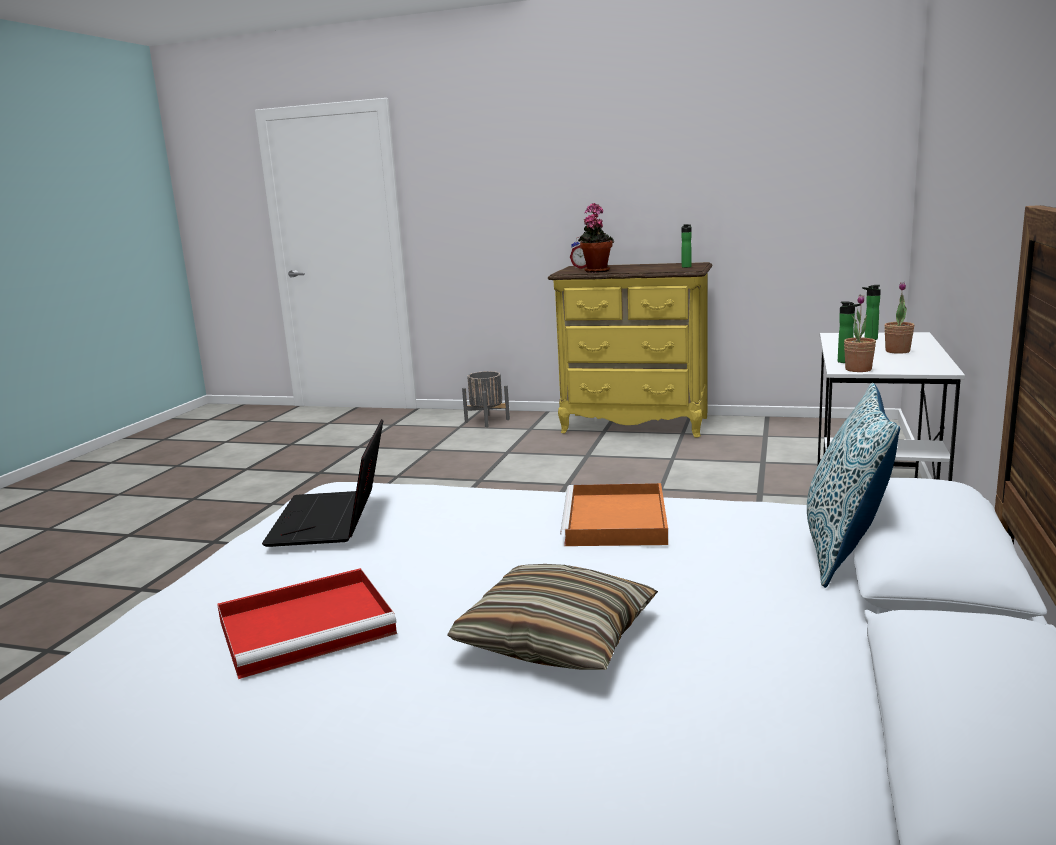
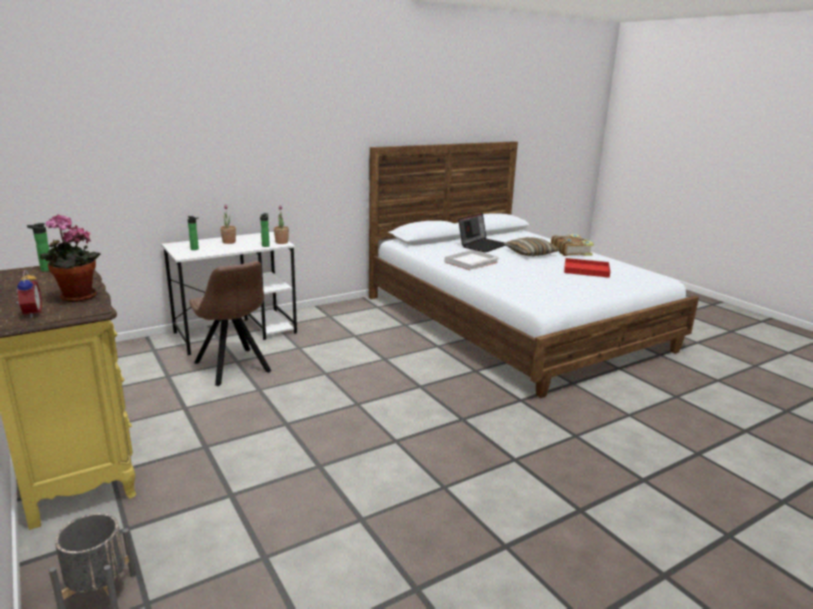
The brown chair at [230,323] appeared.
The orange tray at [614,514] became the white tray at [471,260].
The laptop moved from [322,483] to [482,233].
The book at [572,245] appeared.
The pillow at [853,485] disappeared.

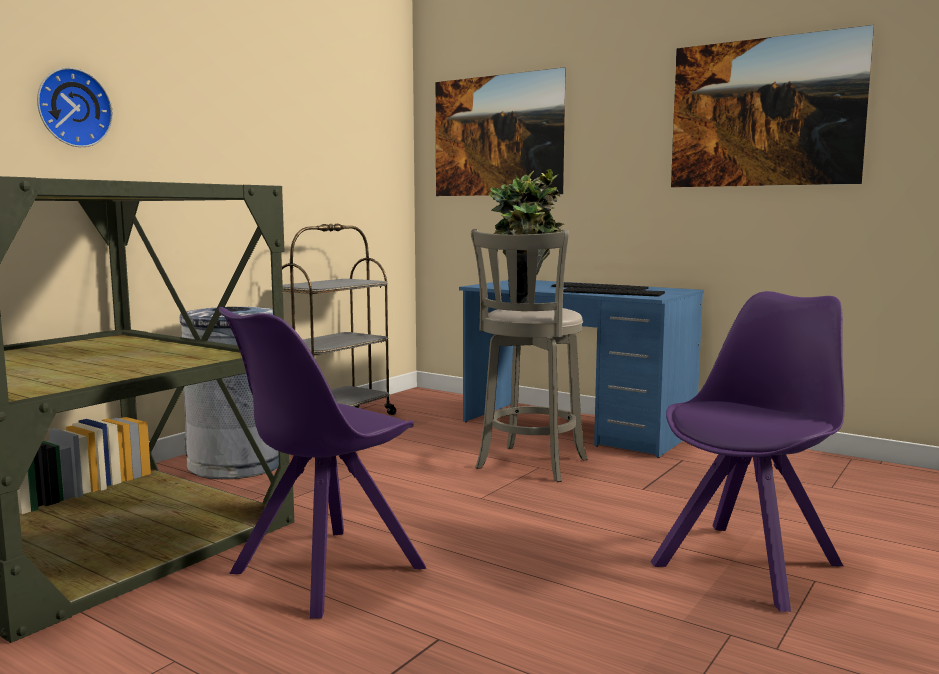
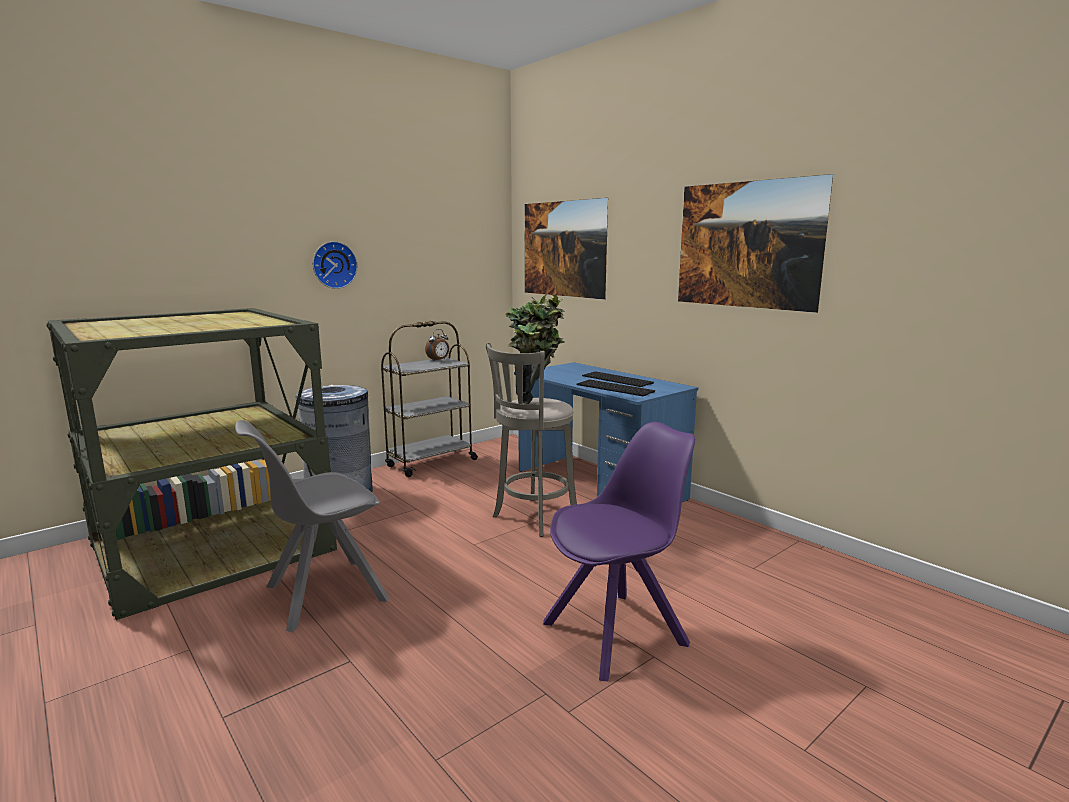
The purple chair at [322,463] became the grey chair at [312,526].
The wall clock moved from [75,107] to [335,265].
The alarm clock at [437,345] appeared.

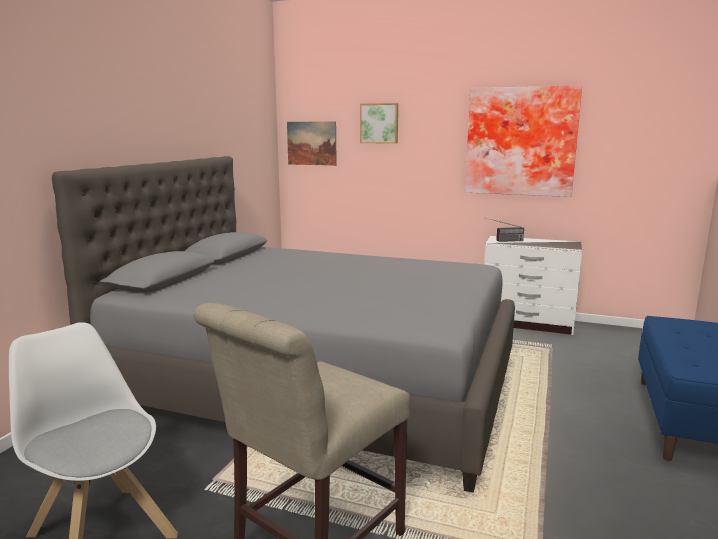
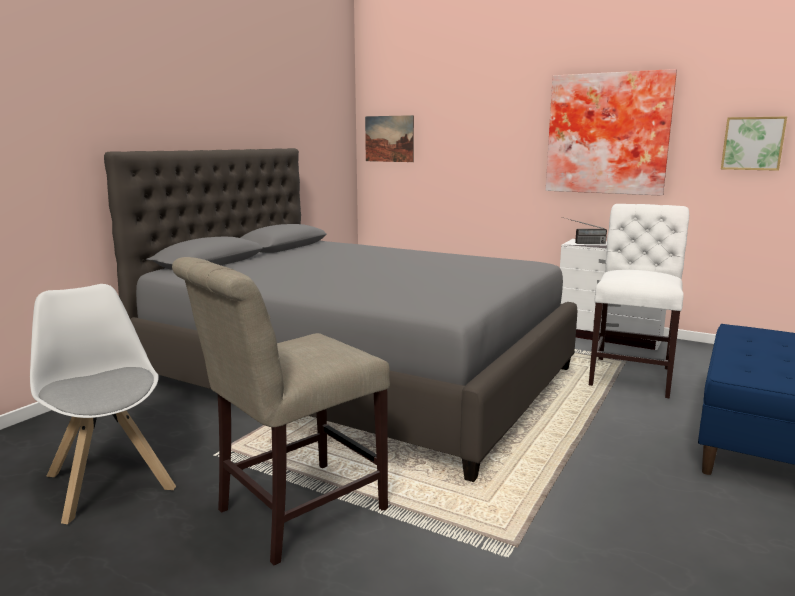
The white chair at [639,301] appeared.
The picture moved from [379,123] to [754,144].

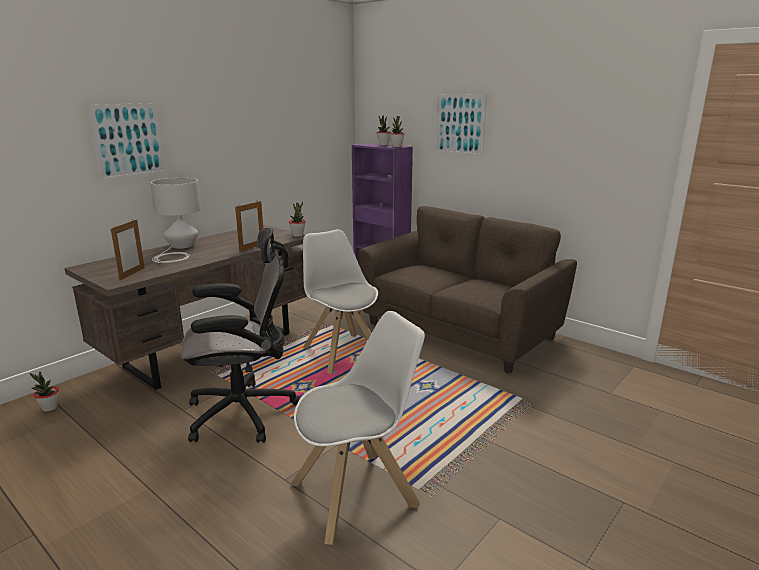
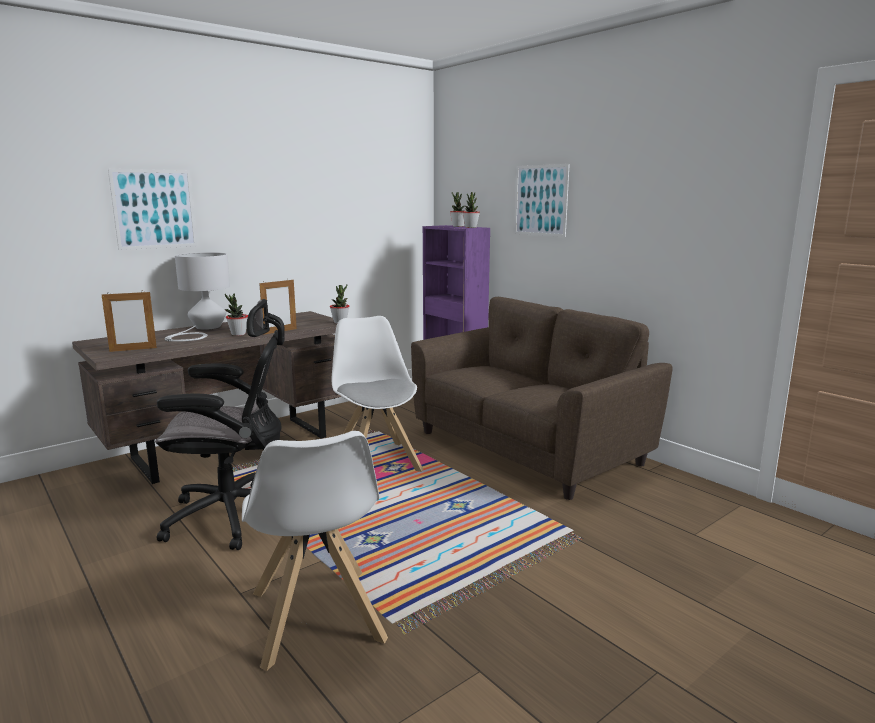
The picture frame at [128,249] turned 45 degrees clockwise.
The potted plant moved from [44,391] to [236,314].
The chair at [357,428] turned 90 degrees clockwise.

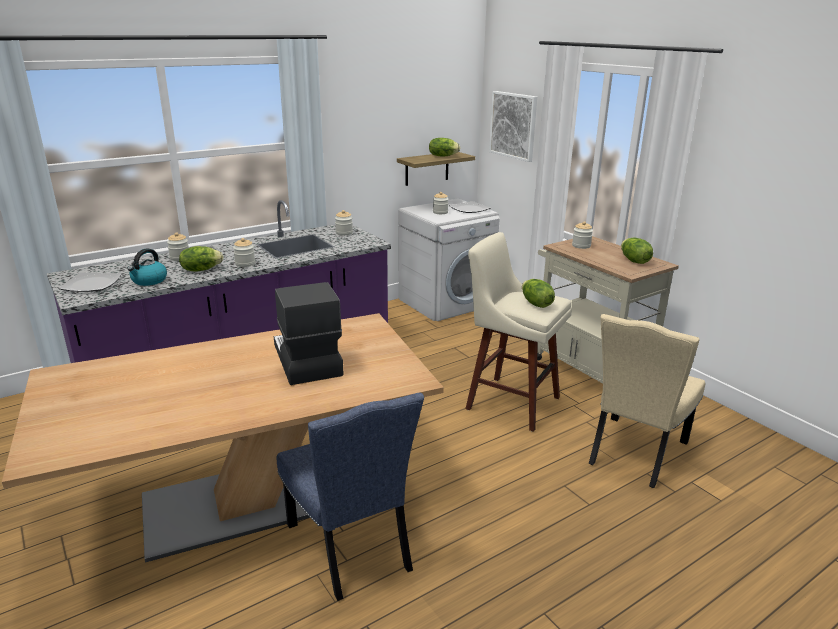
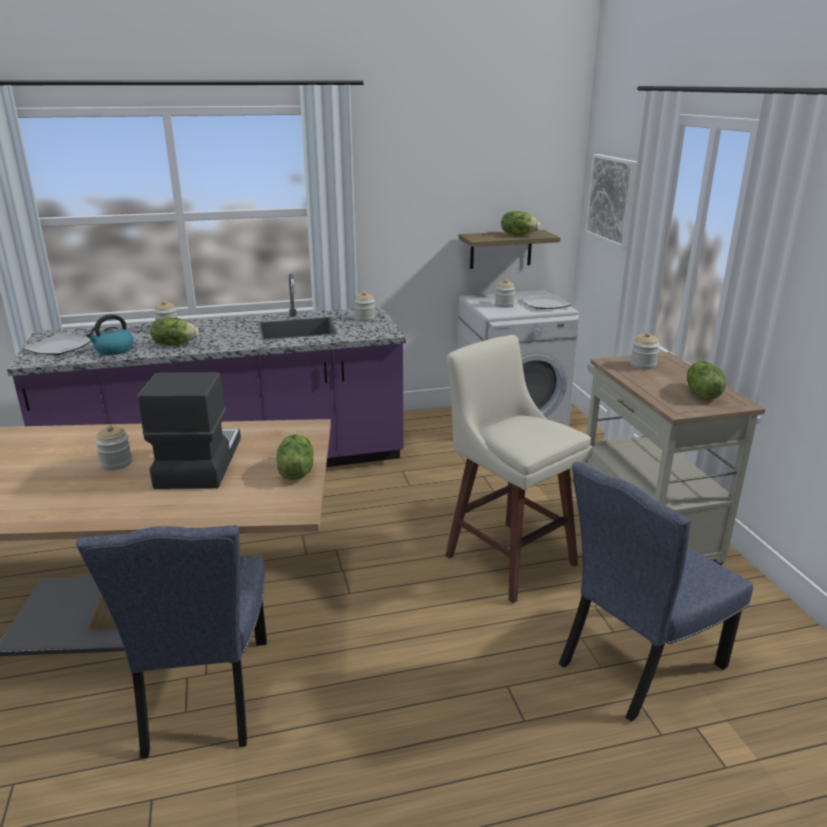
The jar moved from [244,252] to [113,447].
The lettuce moved from [538,293] to [294,457].
The beige chair at [647,401] became the blue chair at [656,592].

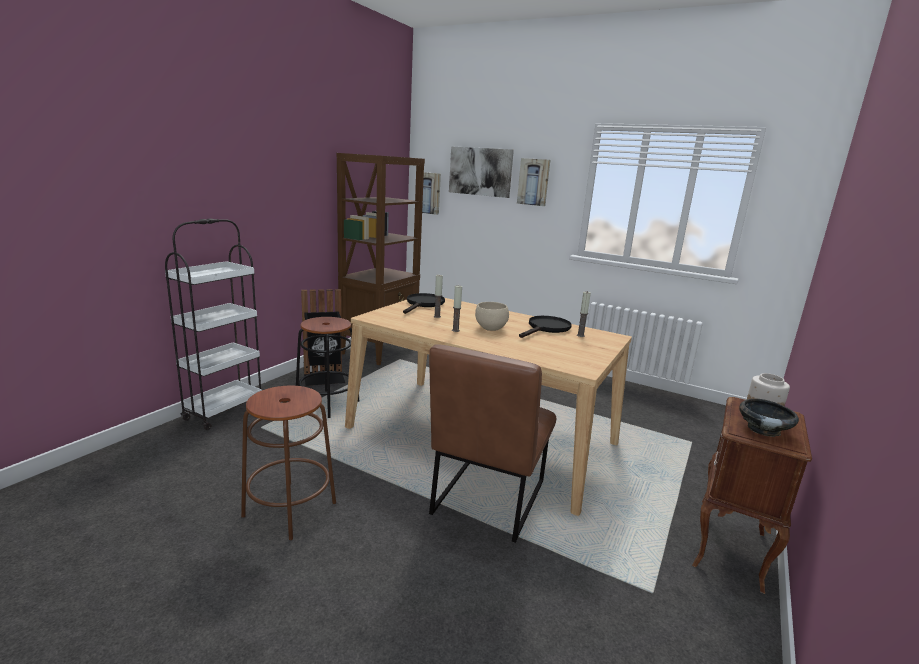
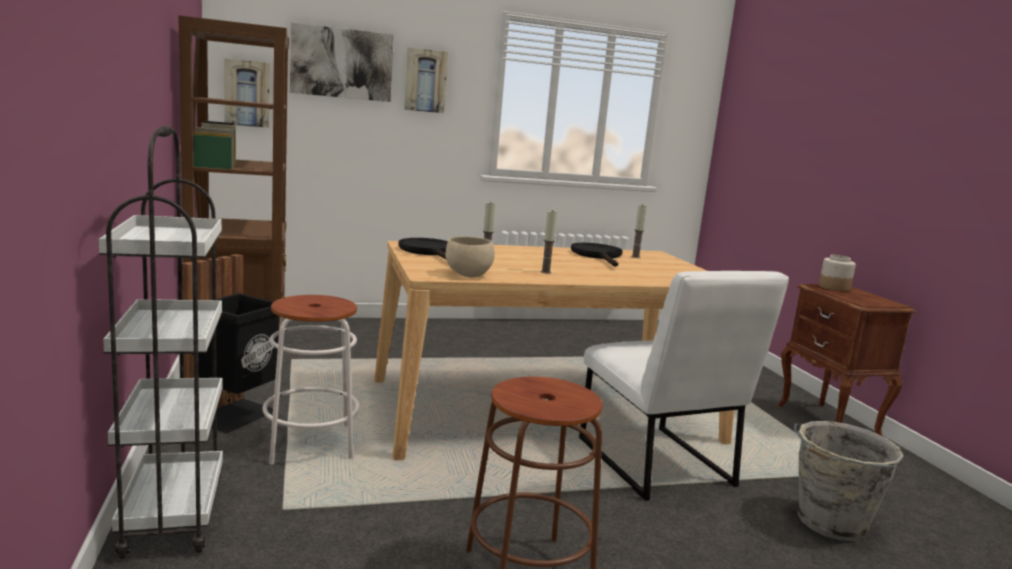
The black stool at [327,367] became the white stool at [311,380].
The beige bowl moved from [492,316] to [470,257].
The brown chair at [492,443] became the white chair at [684,386].
The grey bucket at [849,481] appeared.
The black bowl at [769,418] disappeared.

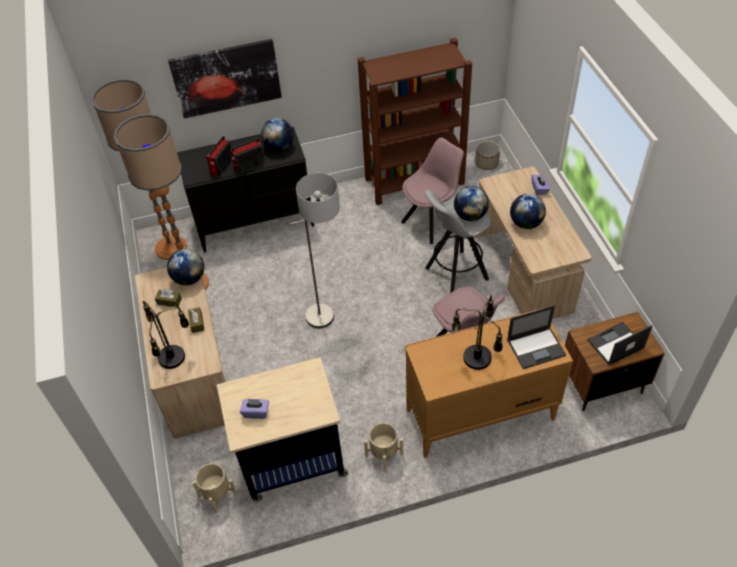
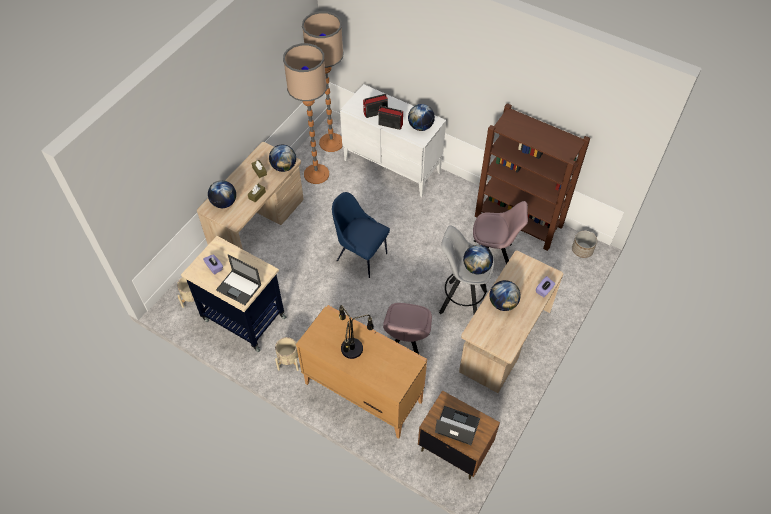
The table lamp at [166,335] was replaced by the globe at [222,194].
The laptop moved from [536,337] to [239,280].
The grey floor lamp at [315,250] was replaced by the blue chair at [361,235].
The black cabinet at [245,190] became the white cabinet at [393,140].
The picture at [225,79] disappeared.

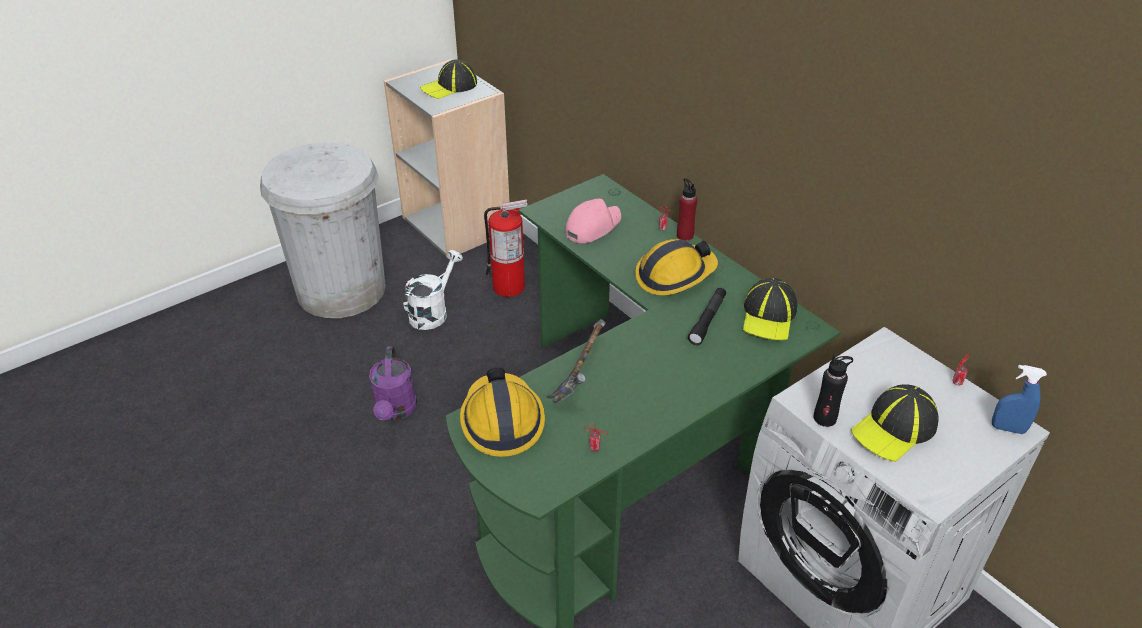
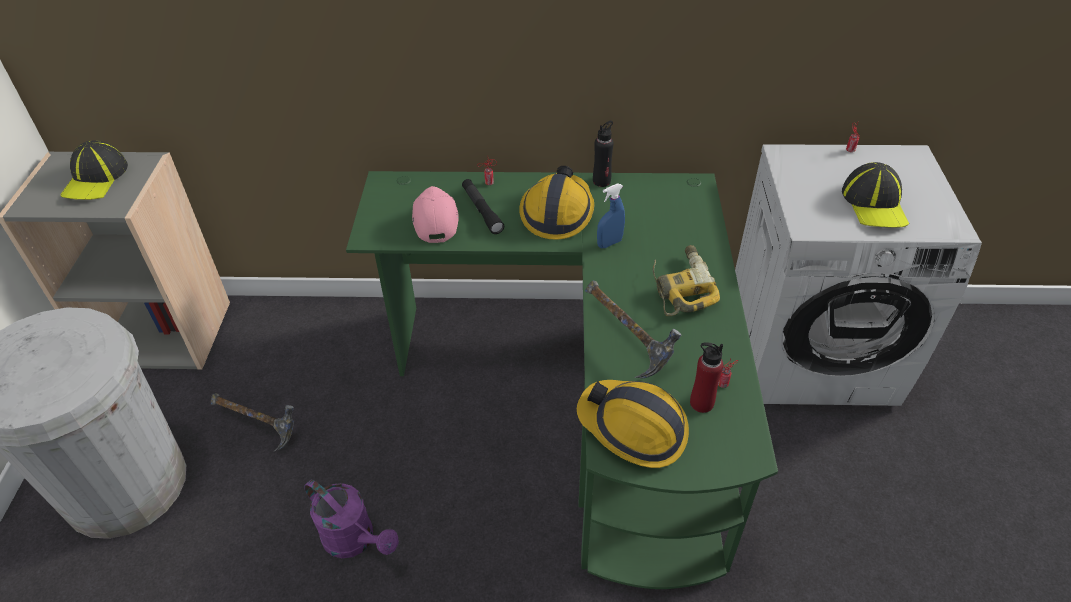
The white watering can at [433,290] was replaced by the hammer at [252,422].
The black flashlight moved from [707,316] to [483,206].
The black bottle moved from [833,391] to [603,153].
The blue spray bottle moved from [1019,399] to [611,215].
The power drill at [686,280] appeared.
The red bottle moved from [687,209] to [707,377].
The fire extinguisher at [506,248] disappeared.
The cap at [770,309] disappeared.

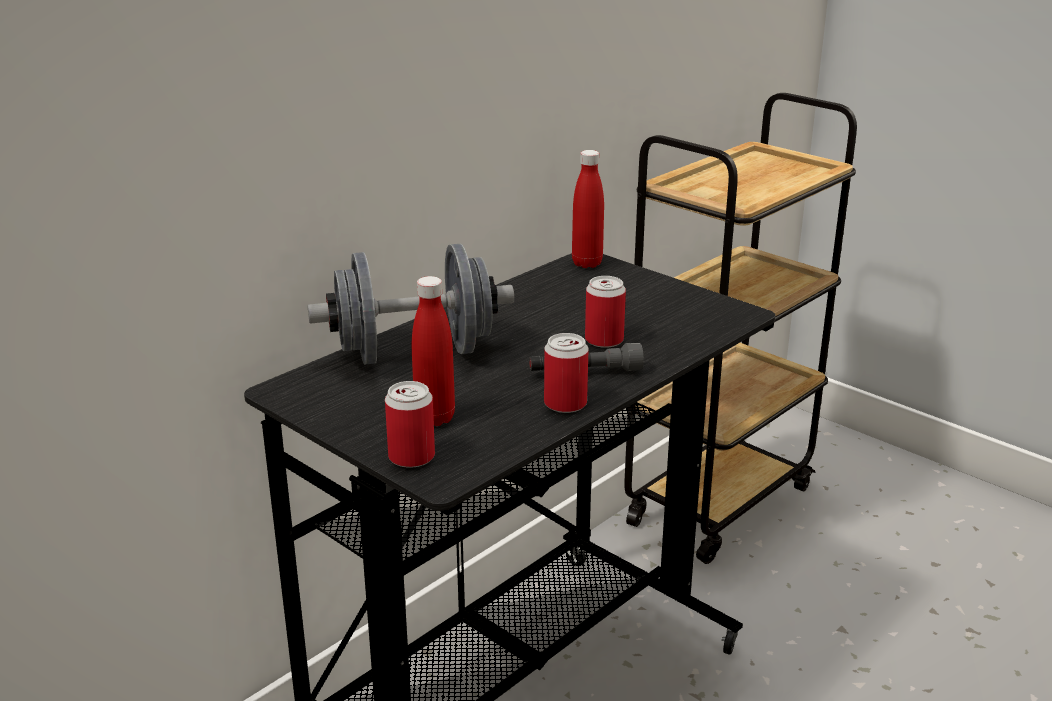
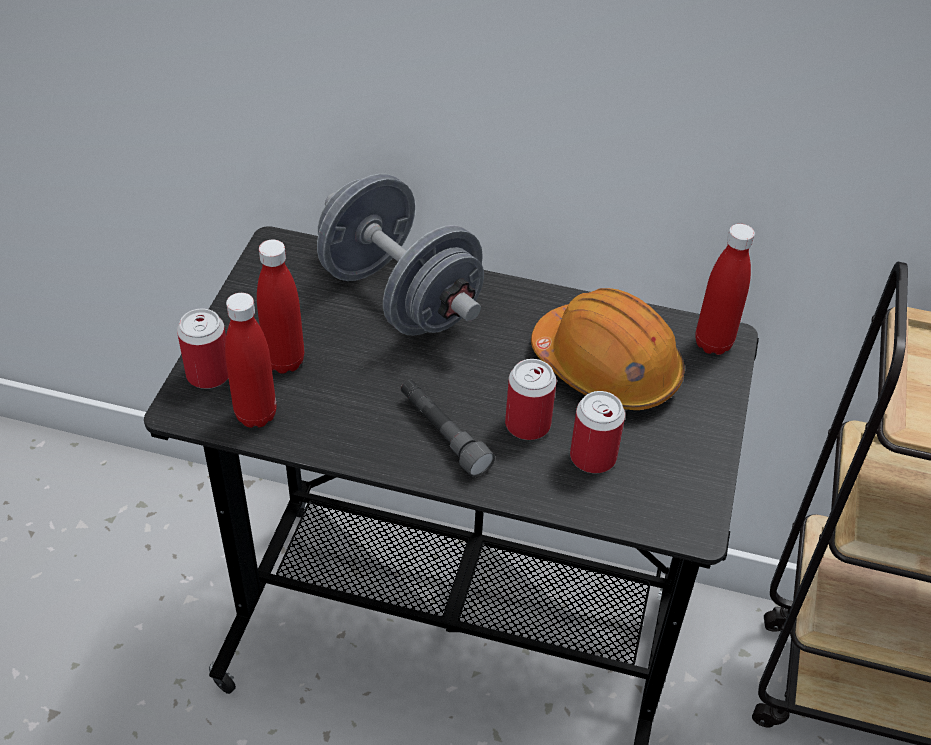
The red bottle at [250,360] appeared.
The orange hard hat at [608,349] appeared.
The can moved from [566,373] to [597,432].

